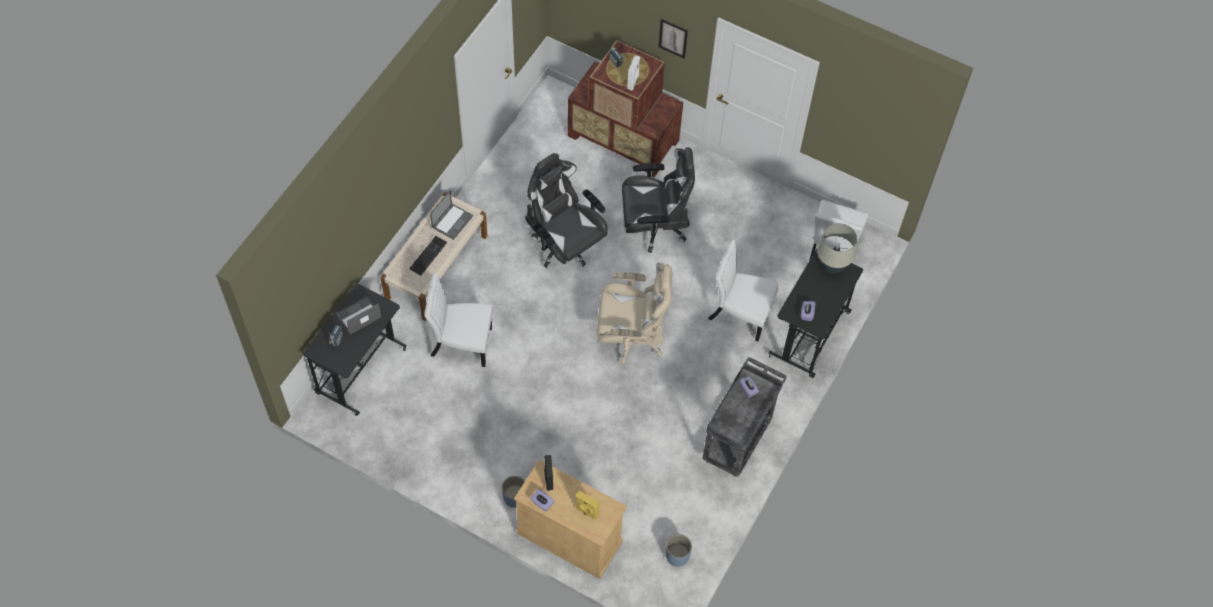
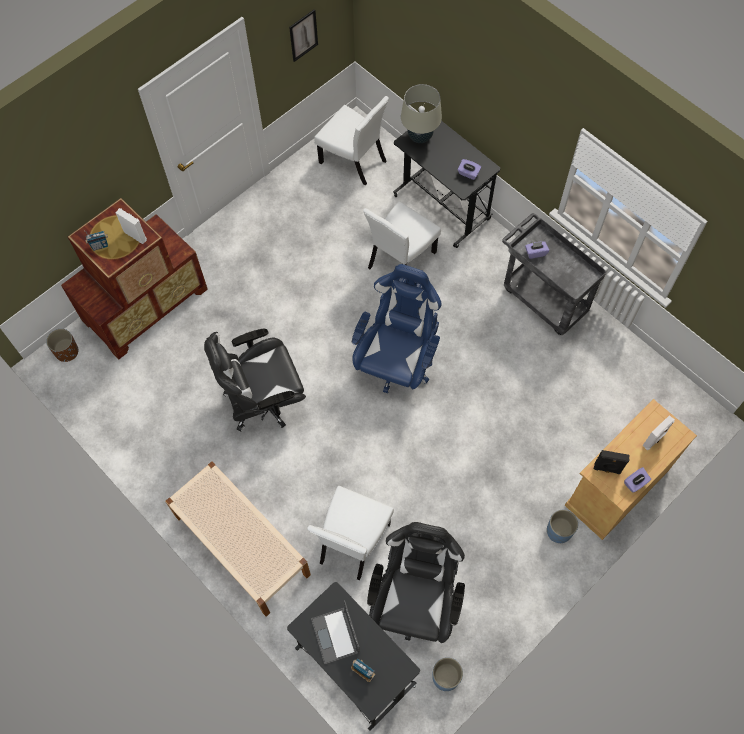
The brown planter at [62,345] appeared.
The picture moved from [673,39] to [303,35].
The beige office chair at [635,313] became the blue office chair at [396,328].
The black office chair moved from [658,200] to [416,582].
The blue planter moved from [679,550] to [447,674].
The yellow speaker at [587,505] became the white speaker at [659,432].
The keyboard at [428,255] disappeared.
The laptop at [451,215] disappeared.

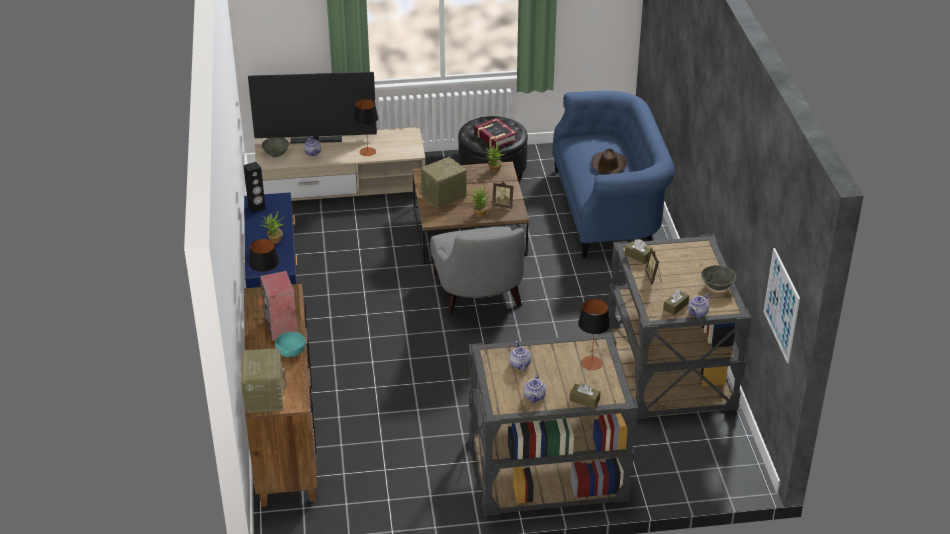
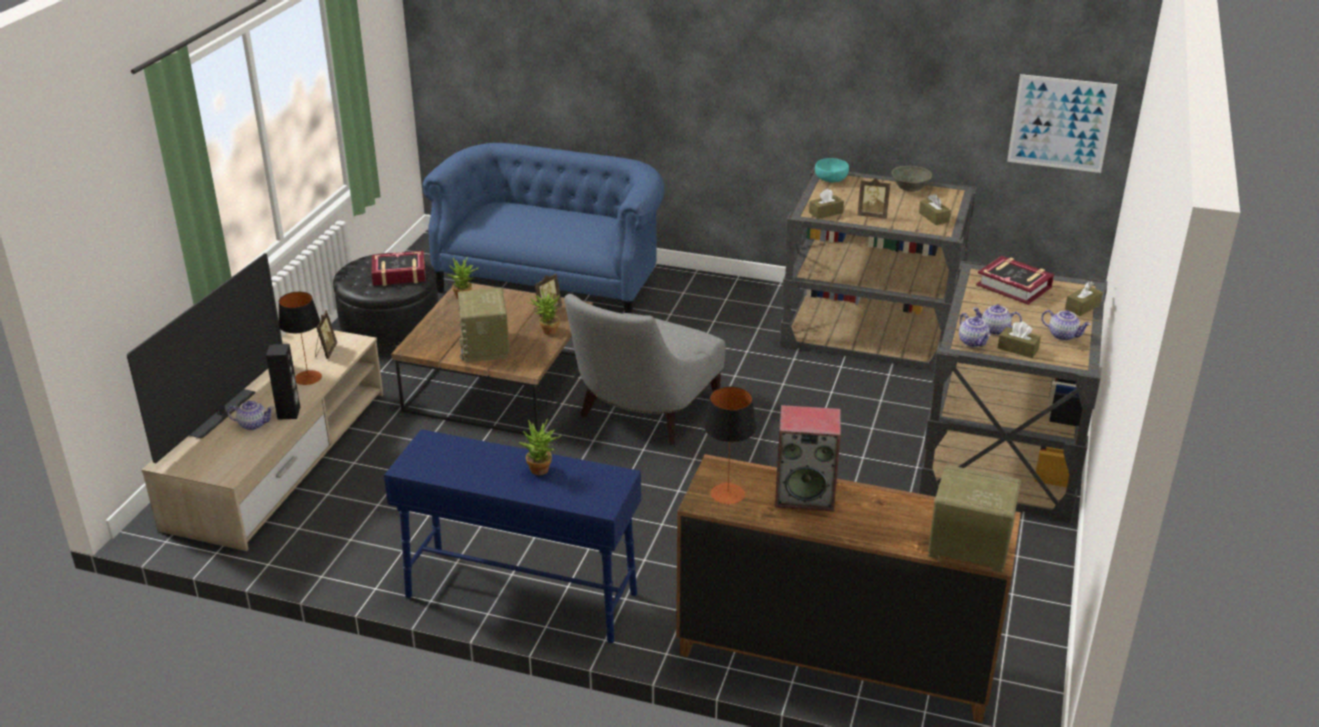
The black speaker moved from [254,187] to [283,382].
The picture frame at [326,335] appeared.
The grey armchair at [477,271] turned 105 degrees clockwise.
The turquoise bowl moved from [290,344] to [832,170].
The teapot moved from [699,305] to [975,330].
The table lamp at [594,334] was replaced by the book at [1015,280].
The brown tissue box at [1019,340] appeared.
The grey bowl at [275,147] disappeared.
The brown hat at [609,161] disappeared.

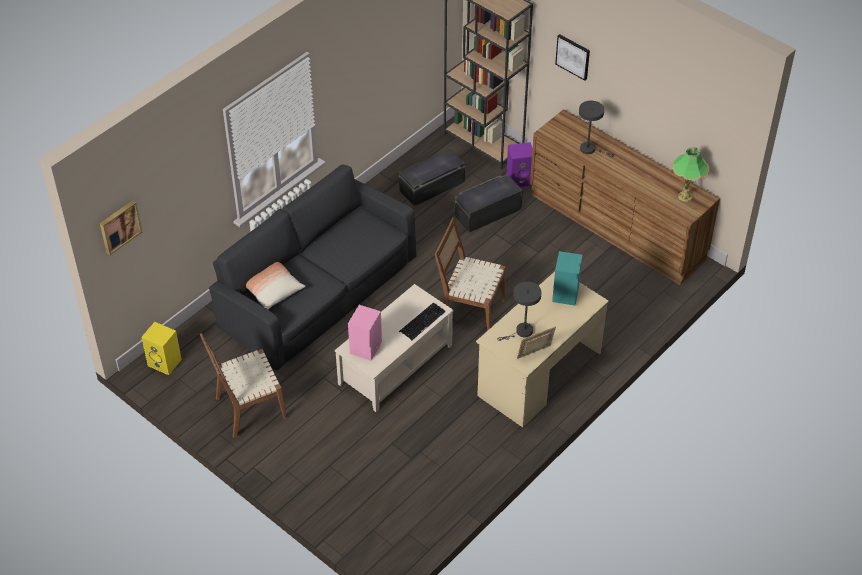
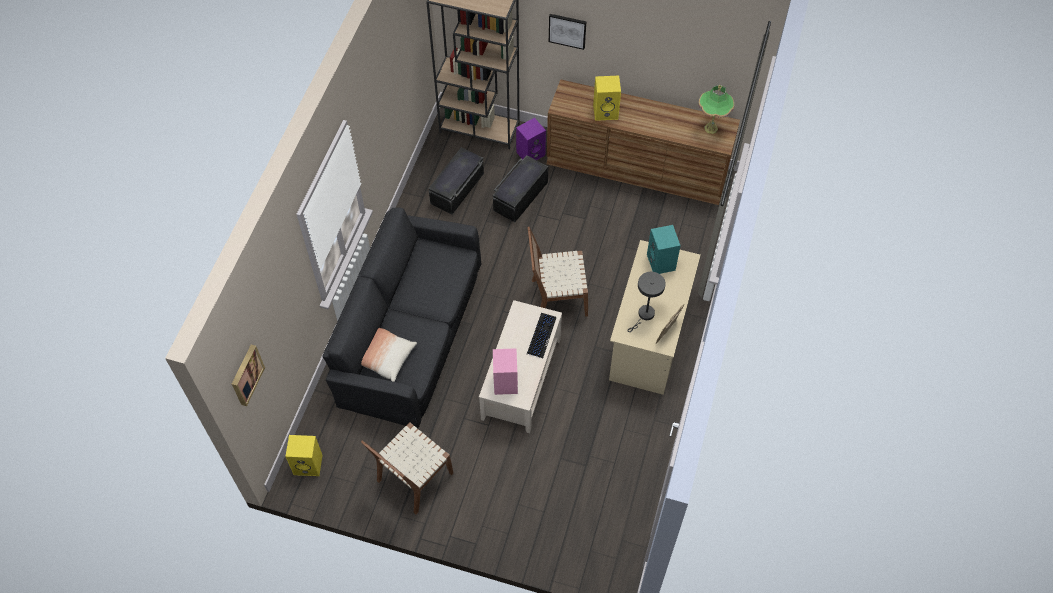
The grey table lamp at [596,129] was replaced by the yellow speaker at [607,98].

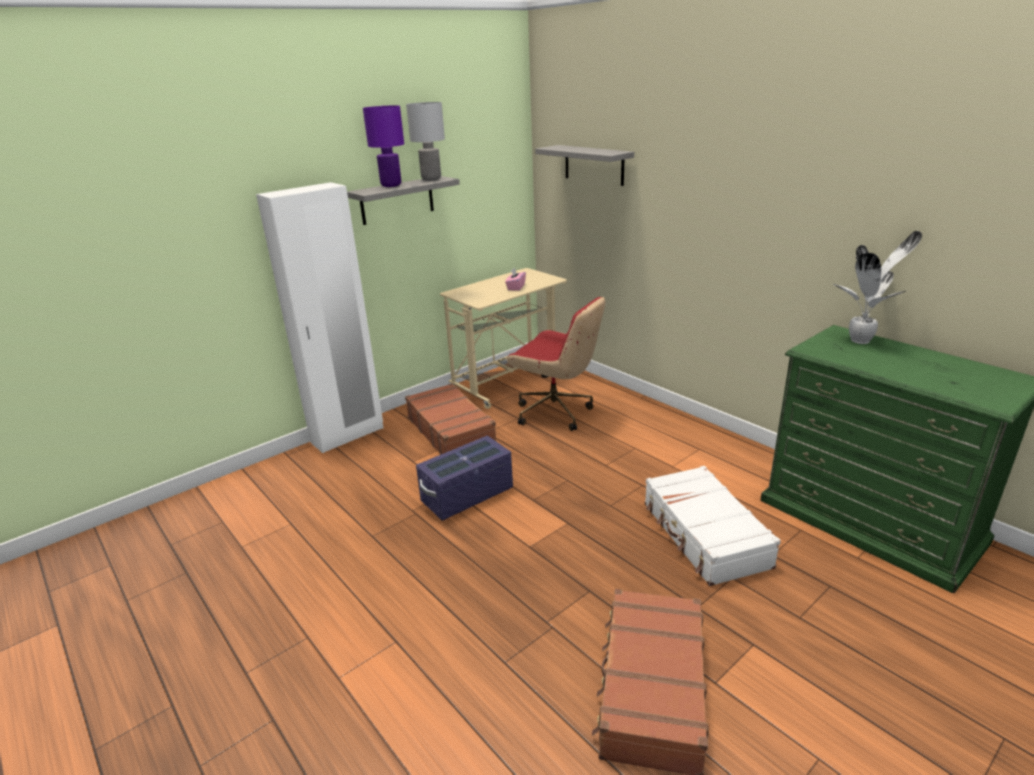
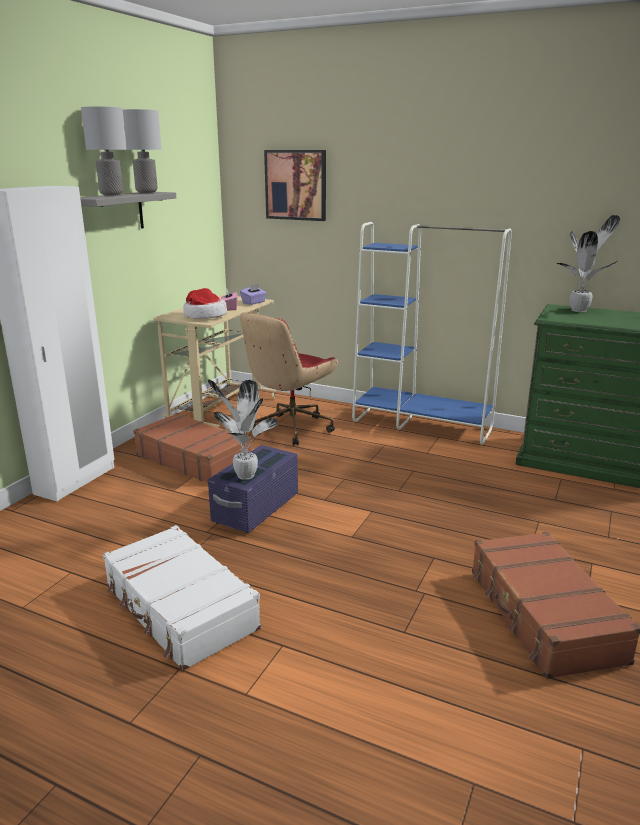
The purple table lamp at [383,146] became the grey table lamp at [104,151].
The white suitcase moved from [713,526] to [182,598].
The hat at [205,303] appeared.
The potted plant at [243,430] appeared.
The purple tissue box at [253,294] appeared.
The red office chair at [556,364] turned 120 degrees clockwise.
The grey shelf at [584,165] was replaced by the picture at [295,185].
The blue clothes rack at [432,333] appeared.

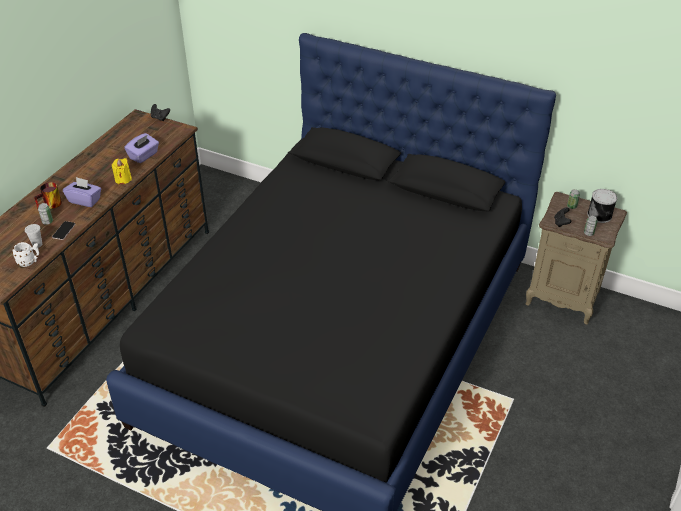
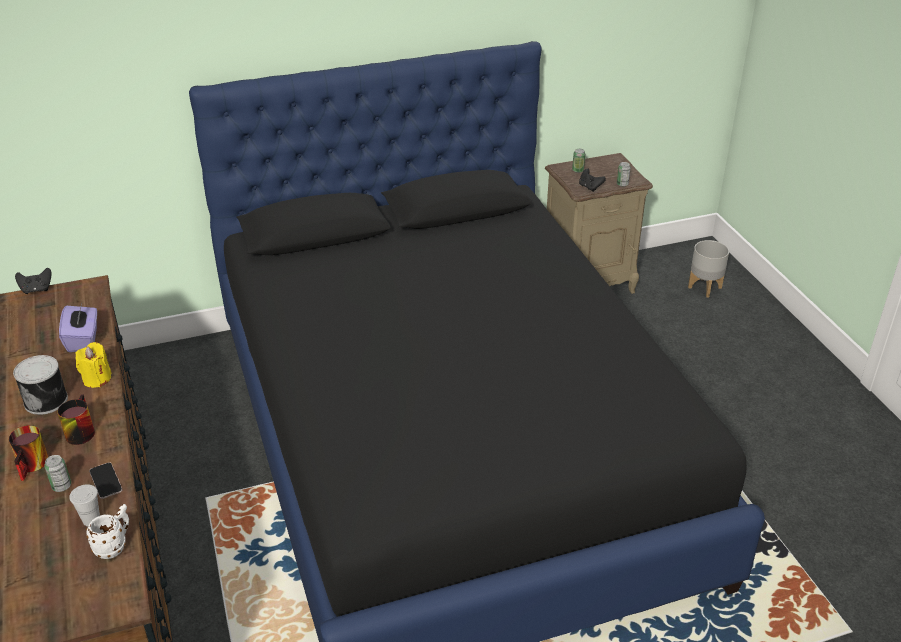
The can moved from [602,206] to [40,385].
The purple tissue box at [82,192] was replaced by the mug at [76,419].
The grey planter at [708,268] appeared.

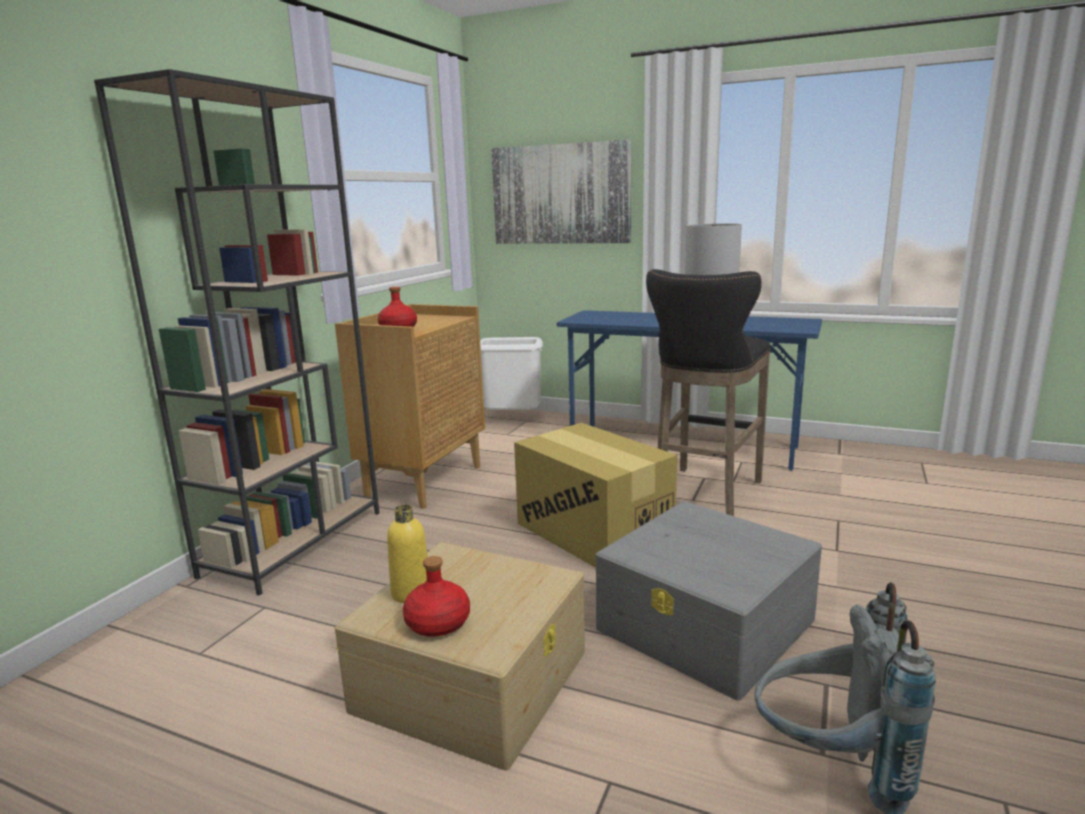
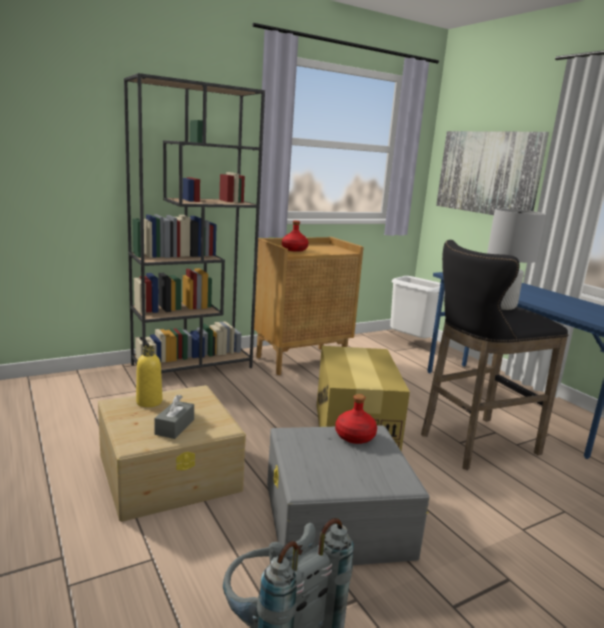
The grey tissue box at [174,416] appeared.
The red bottle moved from [436,596] to [356,419].

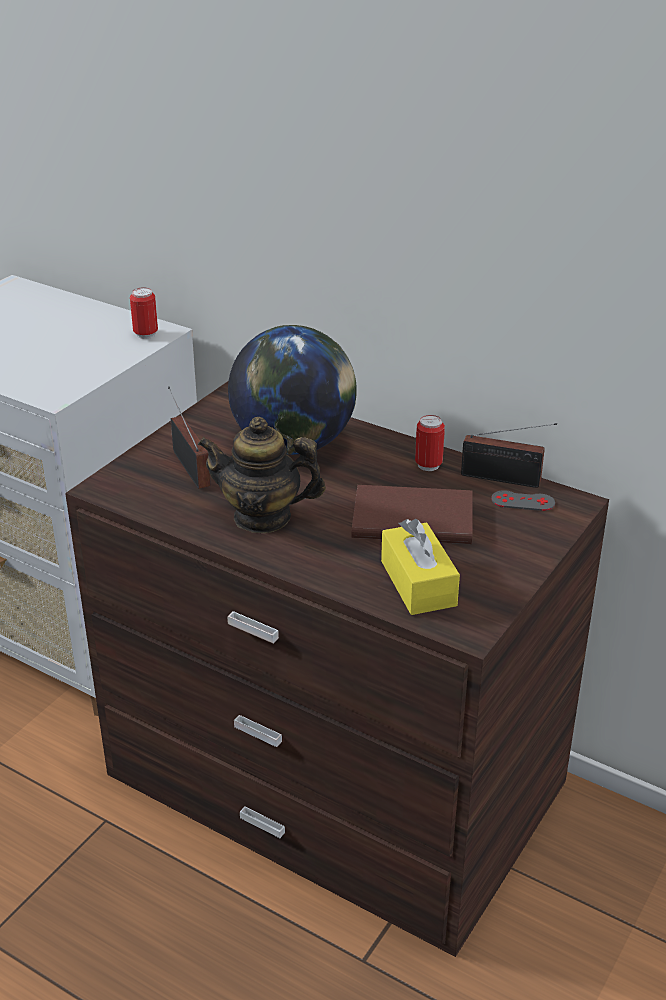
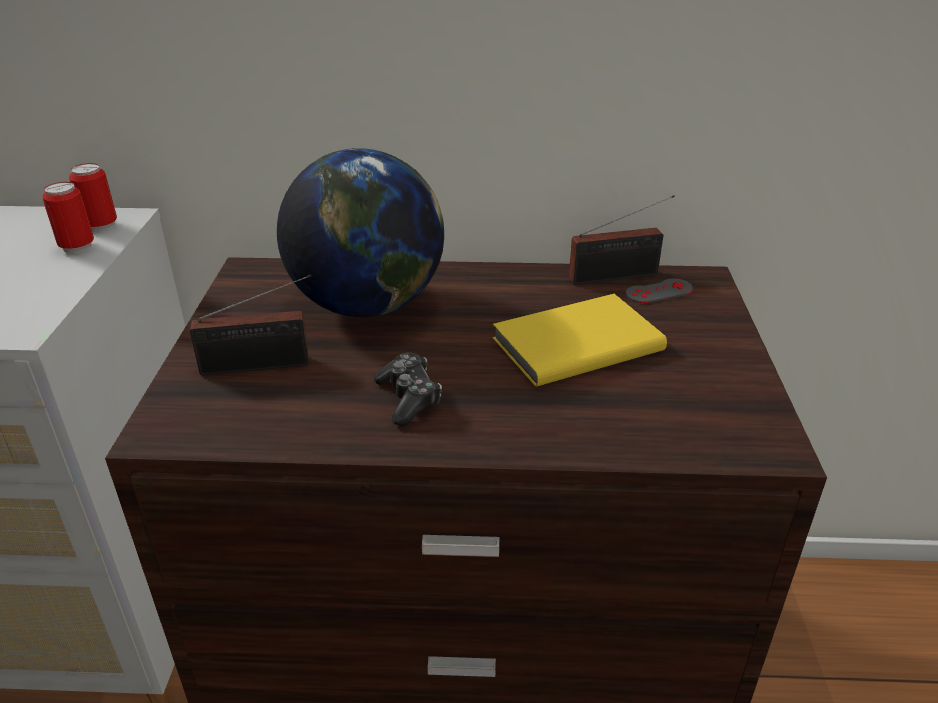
The can moved from [430,443] to [68,218].
The radio at [189,437] turned 135 degrees clockwise.
The teapot at [262,475] was replaced by the game controller at [408,389].
The brown book at [412,514] became the yellow book at [579,340].
The yellow tissue box at [420,567] disappeared.

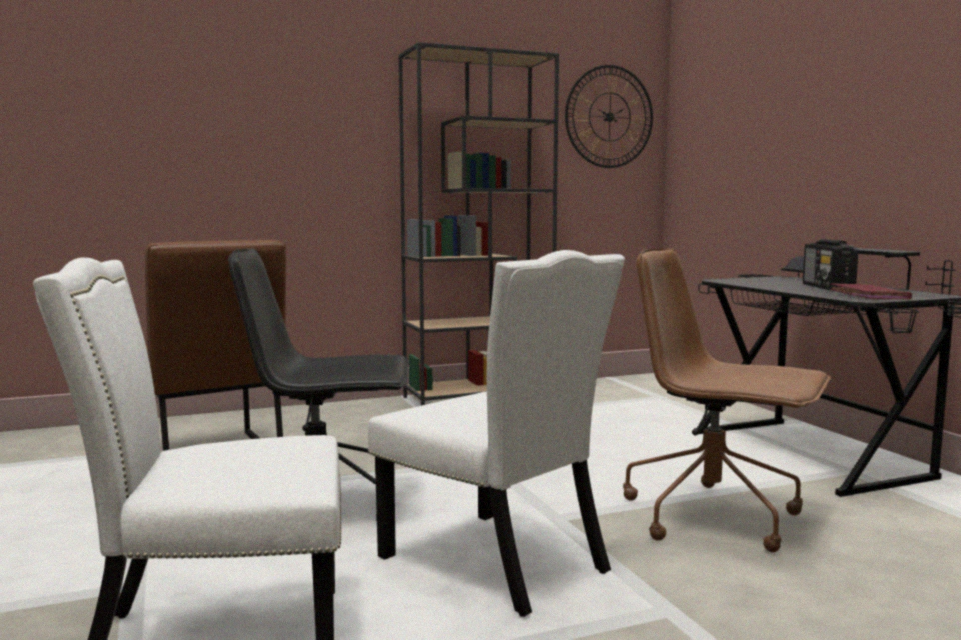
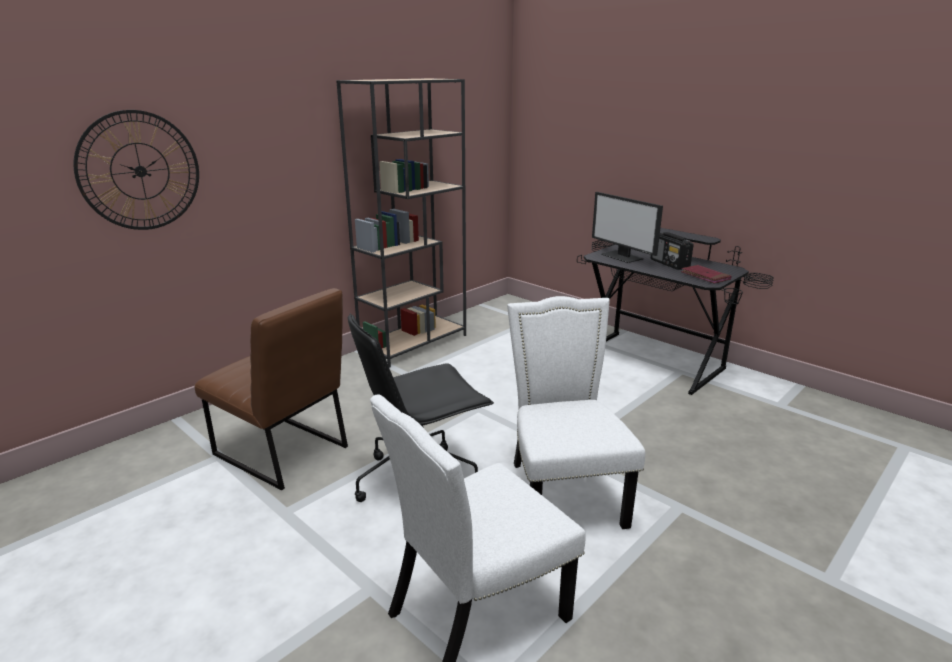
The wall clock moved from [609,116] to [136,170].
The white chair at [496,433] turned 120 degrees counterclockwise.
The monitor at [627,227] appeared.
The brown office chair at [727,400] disappeared.

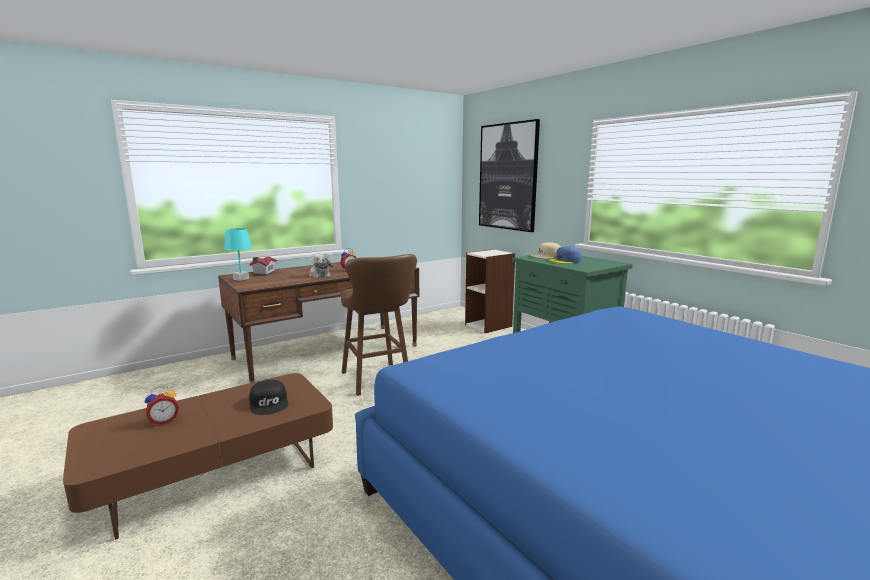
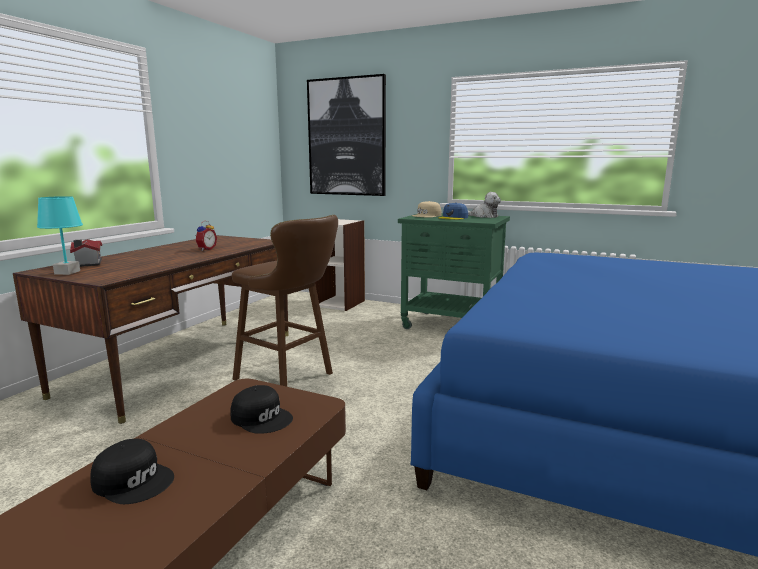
The alarm clock at [162,406] was replaced by the black cap at [132,471].
The plush toy moved from [321,265] to [484,205].

